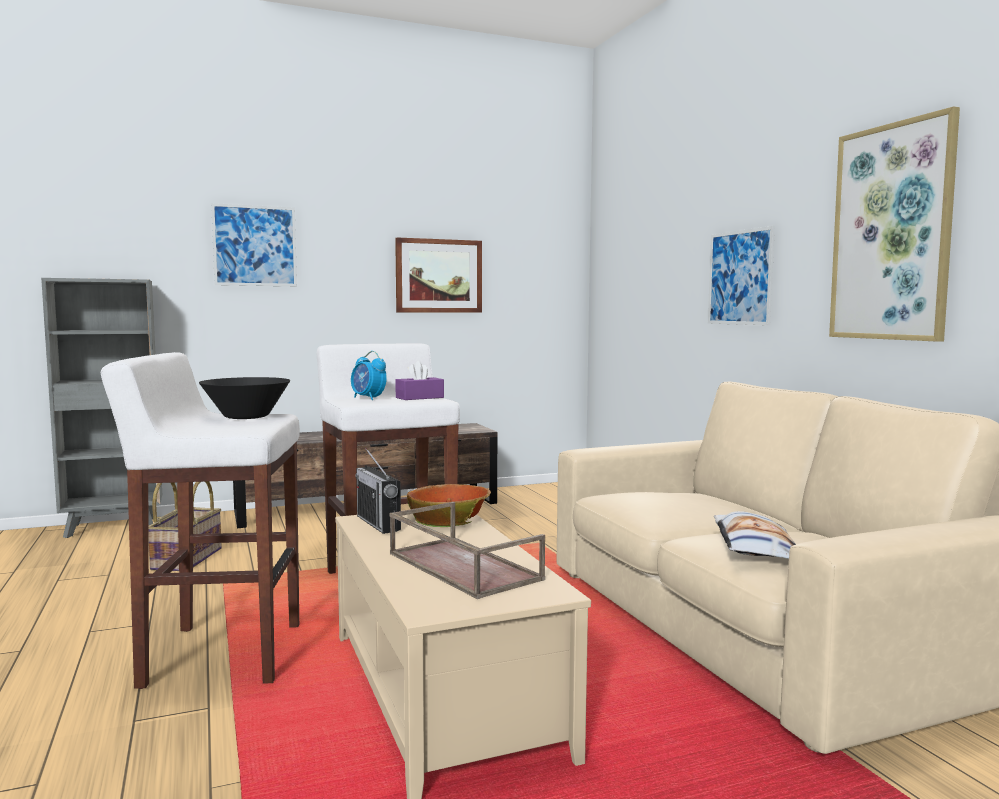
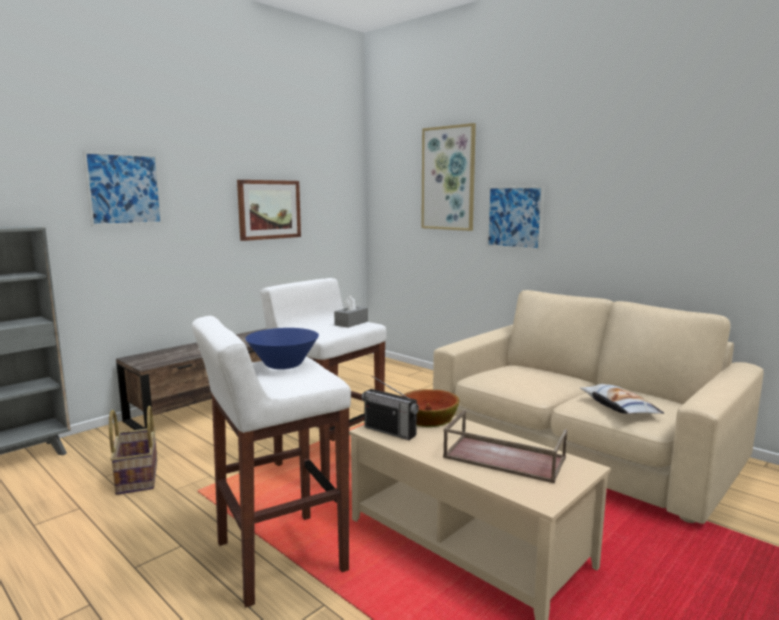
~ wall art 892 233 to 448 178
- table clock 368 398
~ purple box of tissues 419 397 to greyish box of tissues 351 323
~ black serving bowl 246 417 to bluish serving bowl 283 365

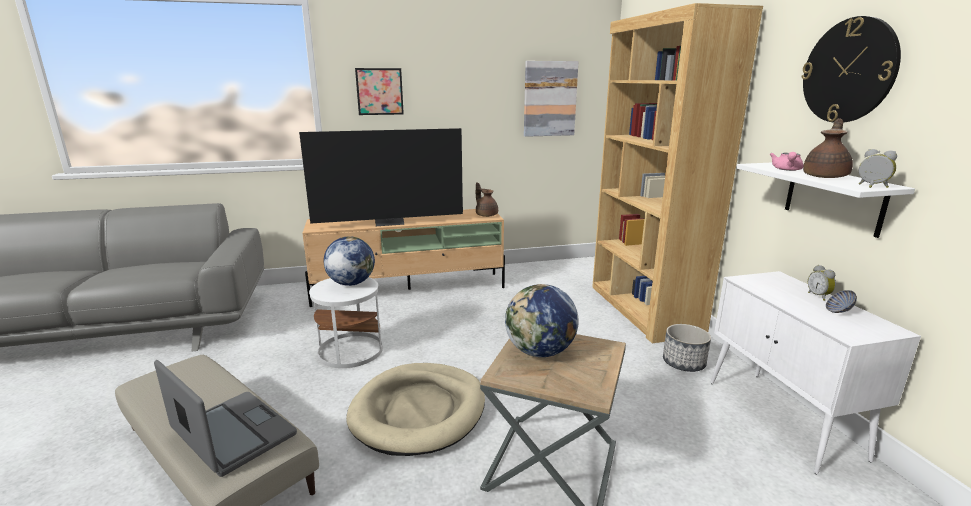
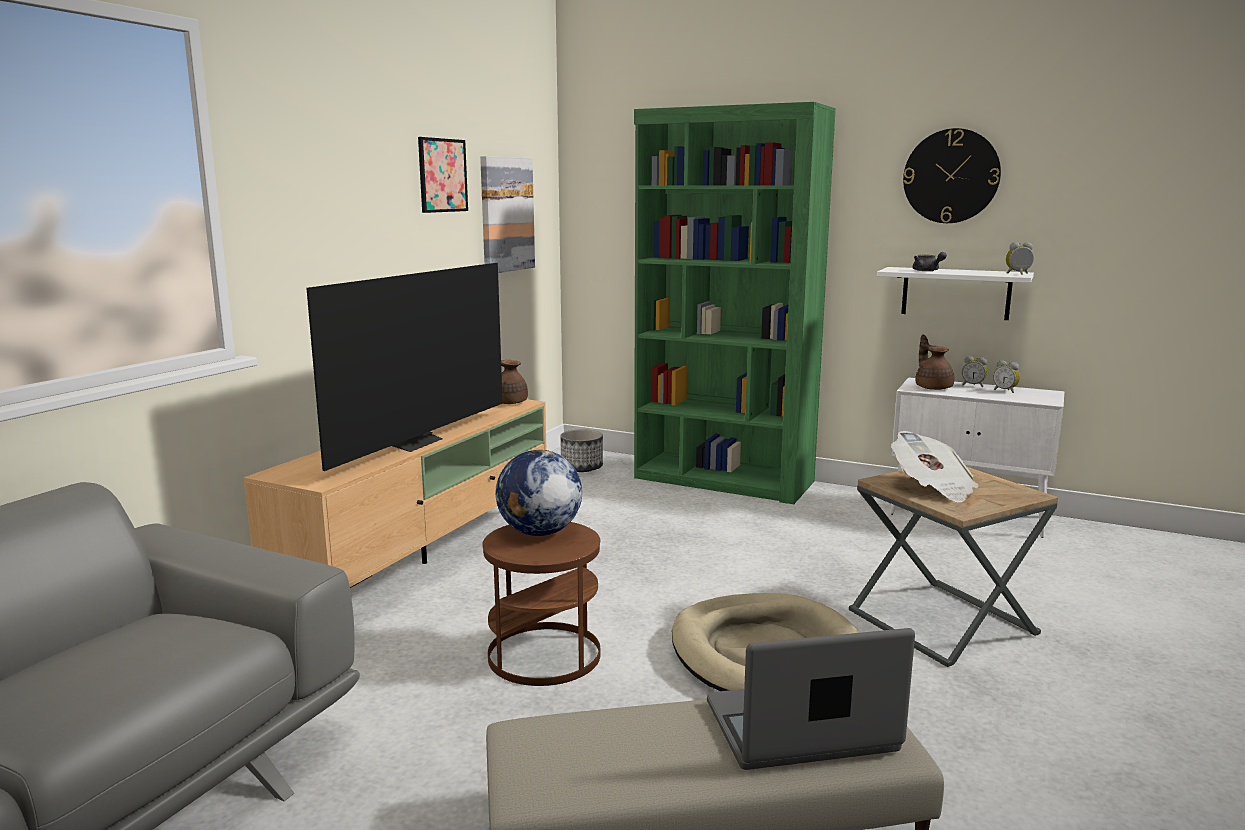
~ brownish bookcase 643 309 to green bookcase 723 480
~ wall art 379 91 to 442 175
~ brownish tea pot 826 176 to 933 387
~ pinkish tea pot 786 170 to greyish tea pot 927 271
~ white-coloured side table 351 351 to brownish side table 545 655
~ desk globe 540 352 to daily paper 933 488
~ serving bowl 838 311 to table clock 1005 391
~ planter 683 363 to 581 468

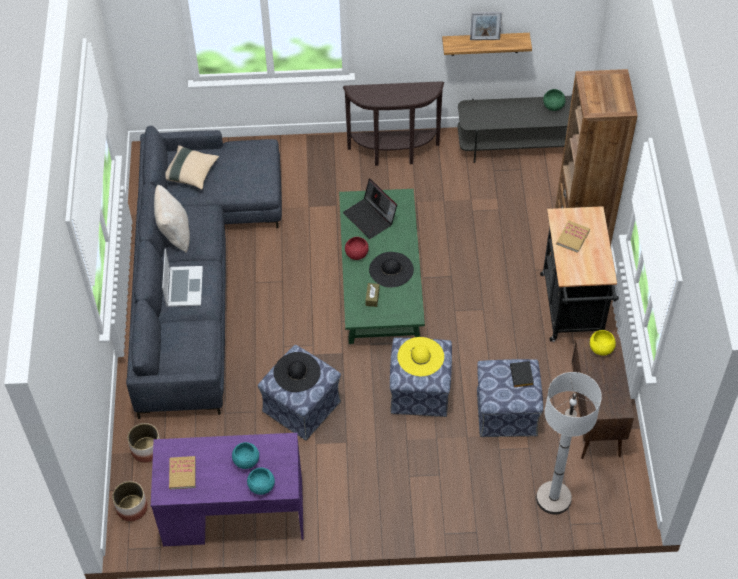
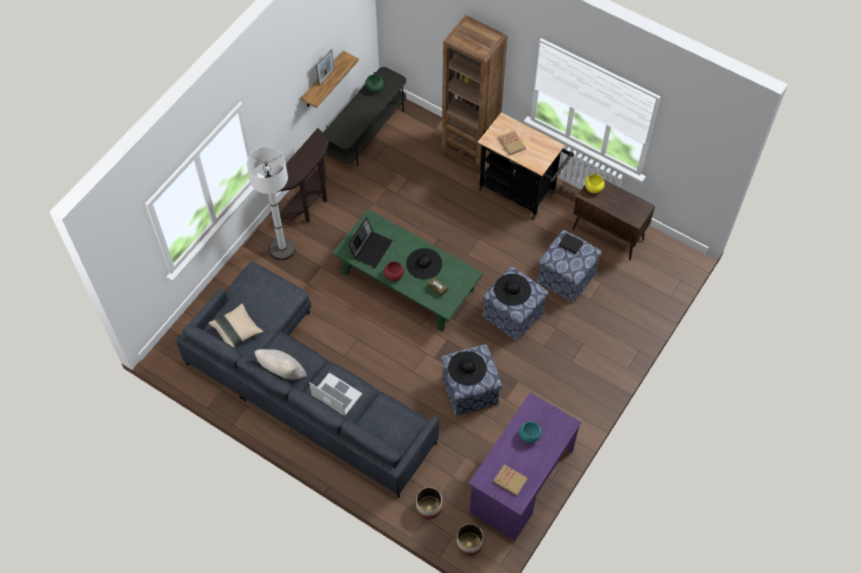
~ laptop 370 218 = 371 248 60 degrees counterclockwise
~ yellow wearable hat 420 356 to black wearable hat 512 289
~ white-coloured floor lamp 553 498 to 282 249
- blue-green serving bowl 261 486

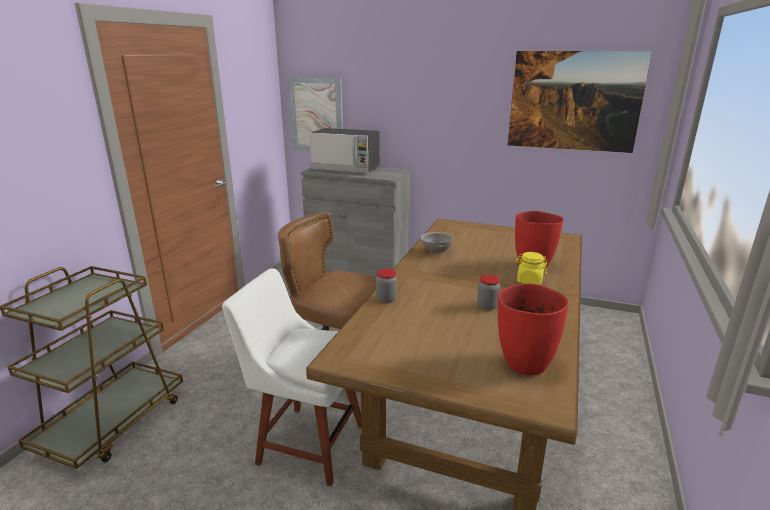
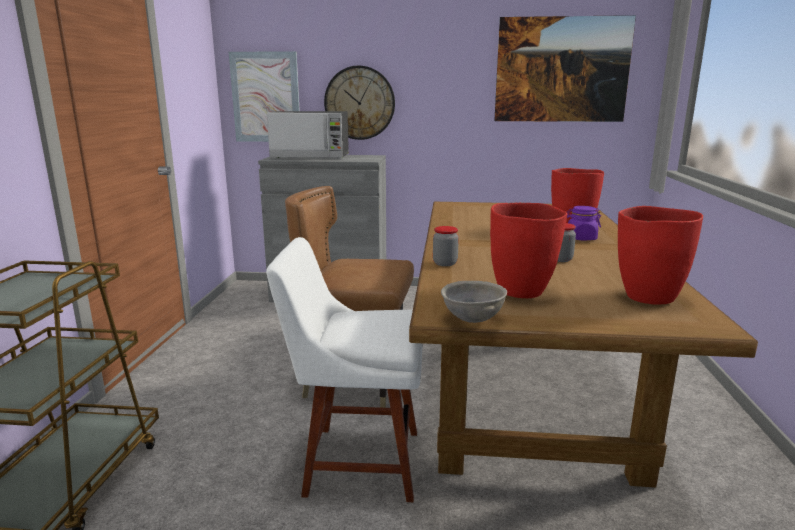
~ greyish serving bowl 436 252 to 472 320
~ yellow jar 529 281 to purple jar 581 238
+ clock on the wall 359 103
+ reddish vase 522 291

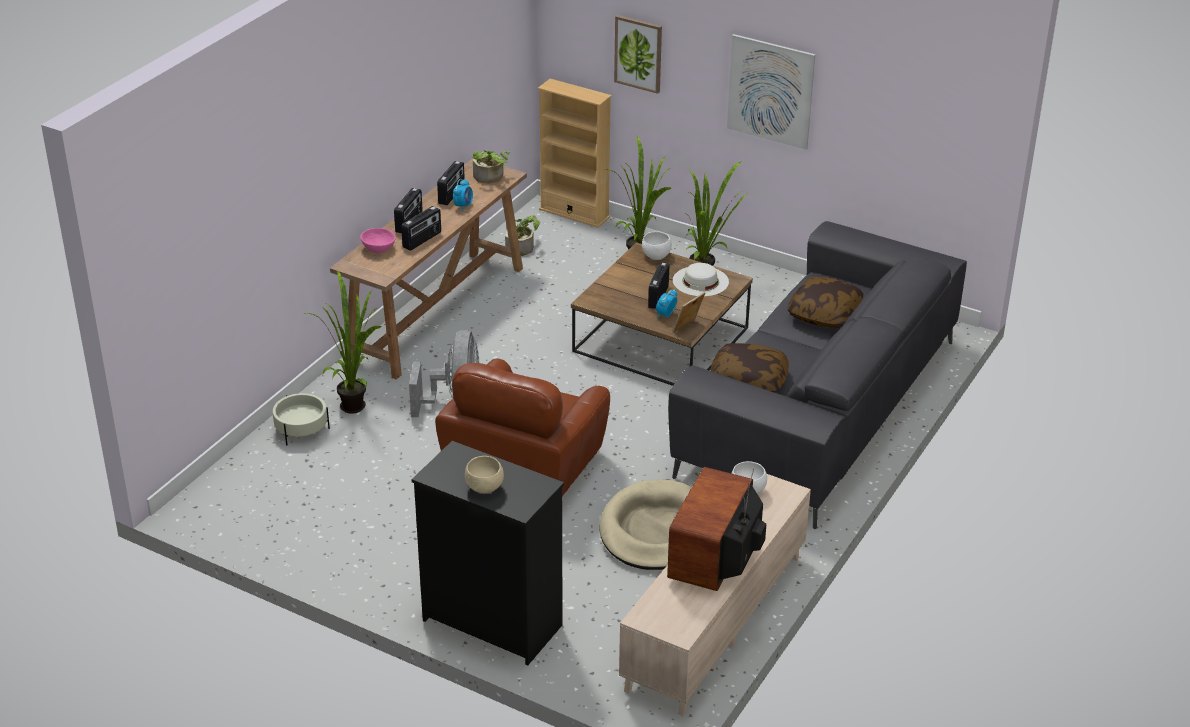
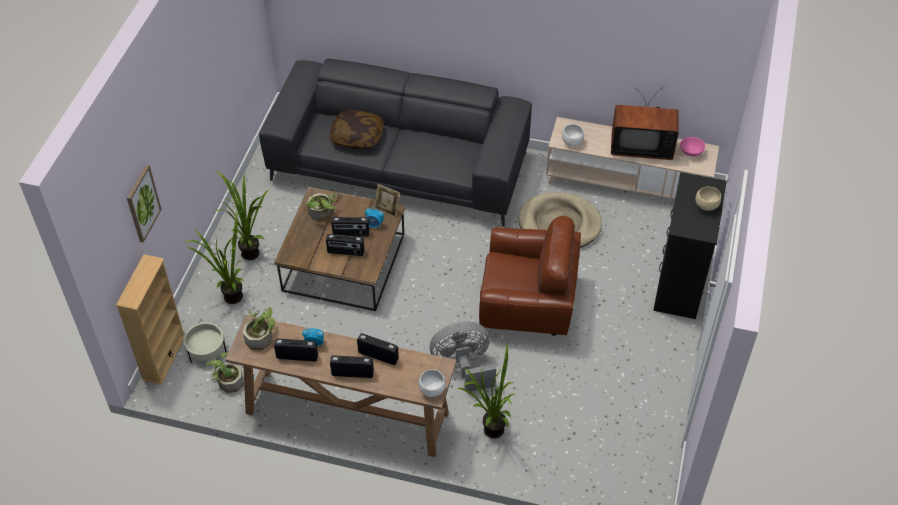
- wall art 770 91
~ pinkish serving bowl 378 249 to 691 152
~ white-coloured serving bowl 656 256 to 433 390
~ white-coloured wearable hat 700 281 to plant in a pot 322 214
- cushion 748 381
~ beige planter 301 430 to 206 349
+ radio 345 252

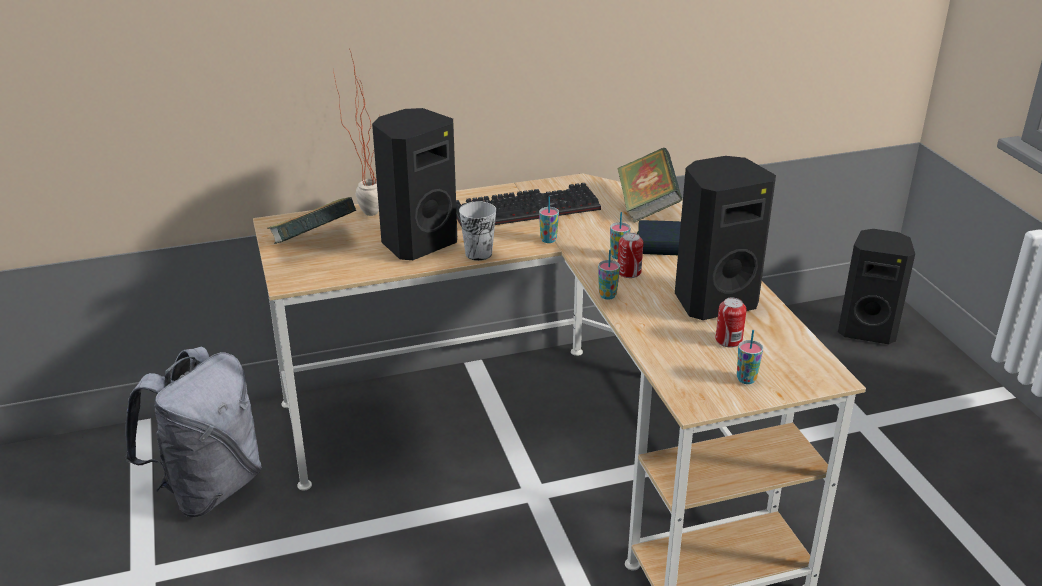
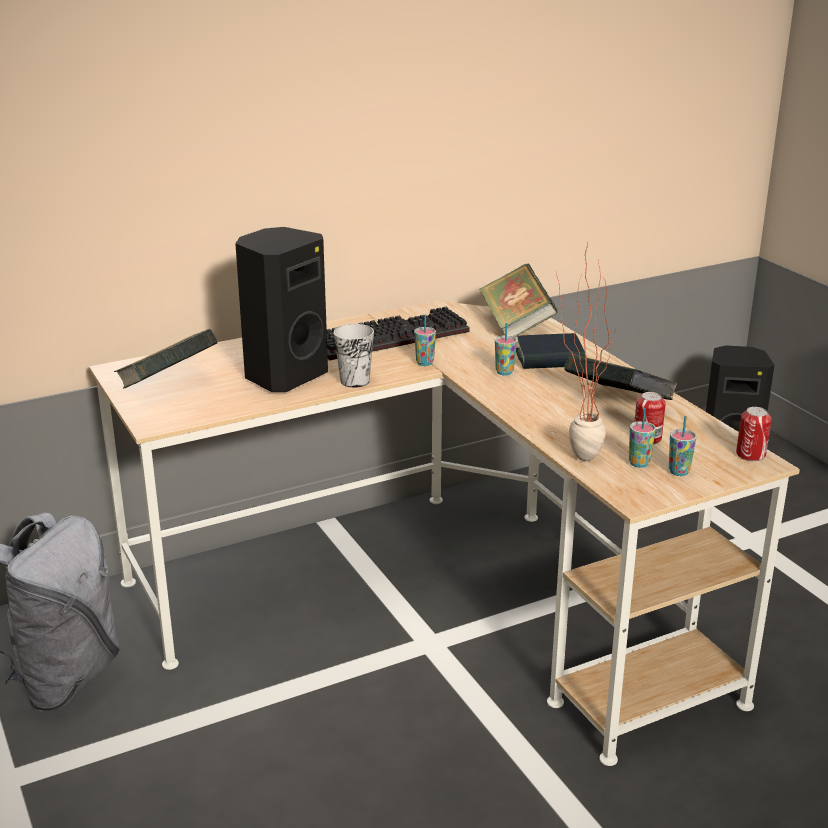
~ plant in a pot 366 210 to 575 453
~ black speaker 713 301 to volume 617 405
~ can 629 272 to 750 454
~ small cup 607 295 to 639 463

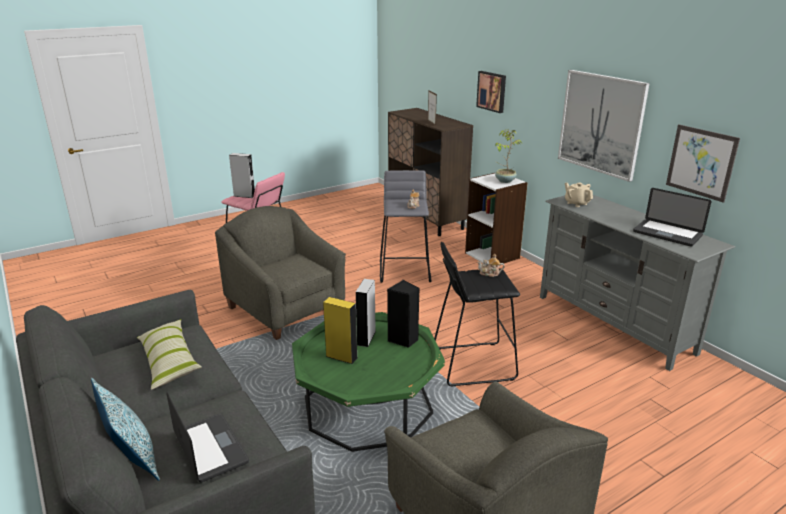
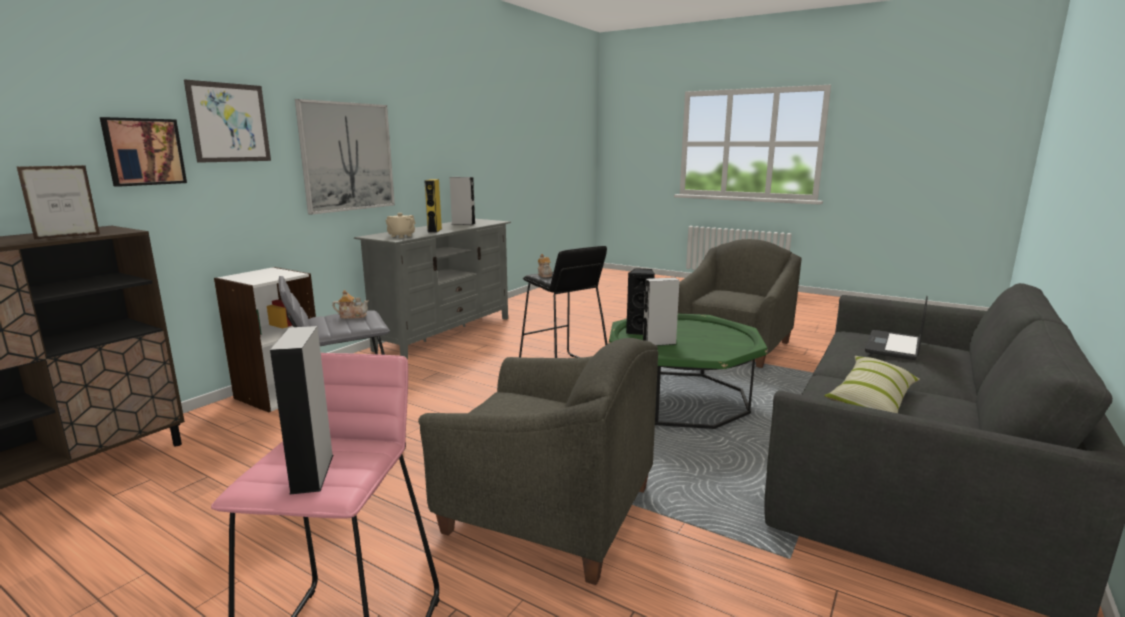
~ wall art 701 162 to 229 122
- plant in a pot 504 181
~ laptop 667 234 to greyish speaker 463 224
~ greyish easy chair 286 310 = 547 512 90 degrees counterclockwise
~ yellow speaker 341 357 to 434 230
- cushion 133 459

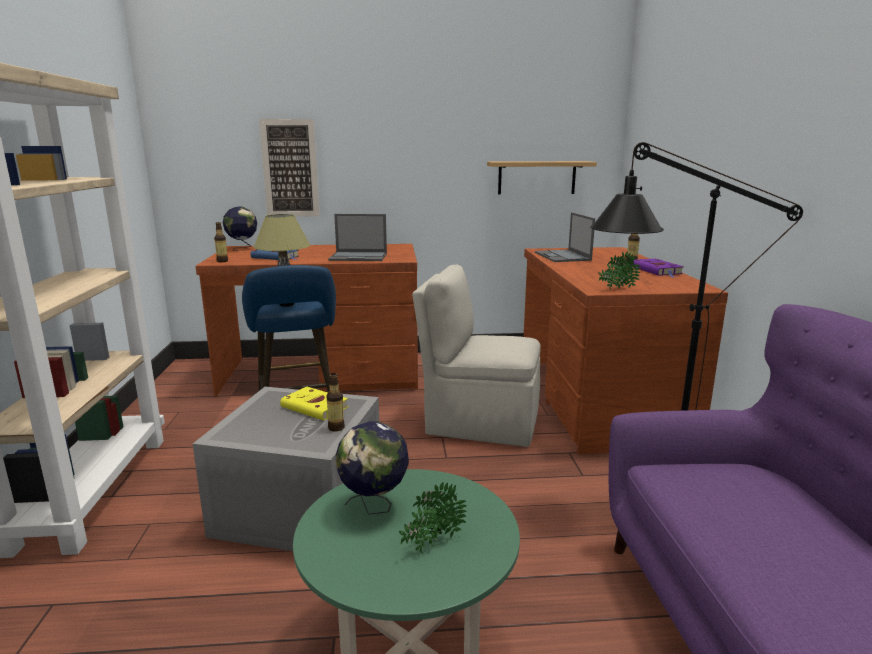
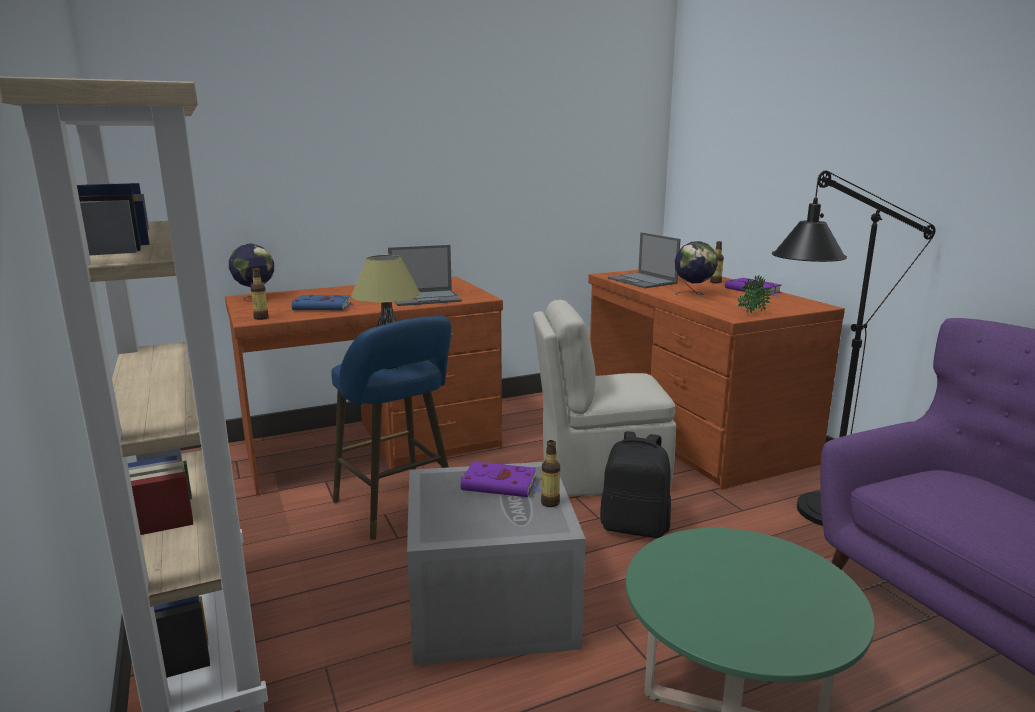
- wall art 290 168
- shelf 536 177
~ yellow volume 316 408 to purple volume 501 484
~ desk globe 374 507 to 693 294
- plant in a pot 431 544
+ black backpack 635 527

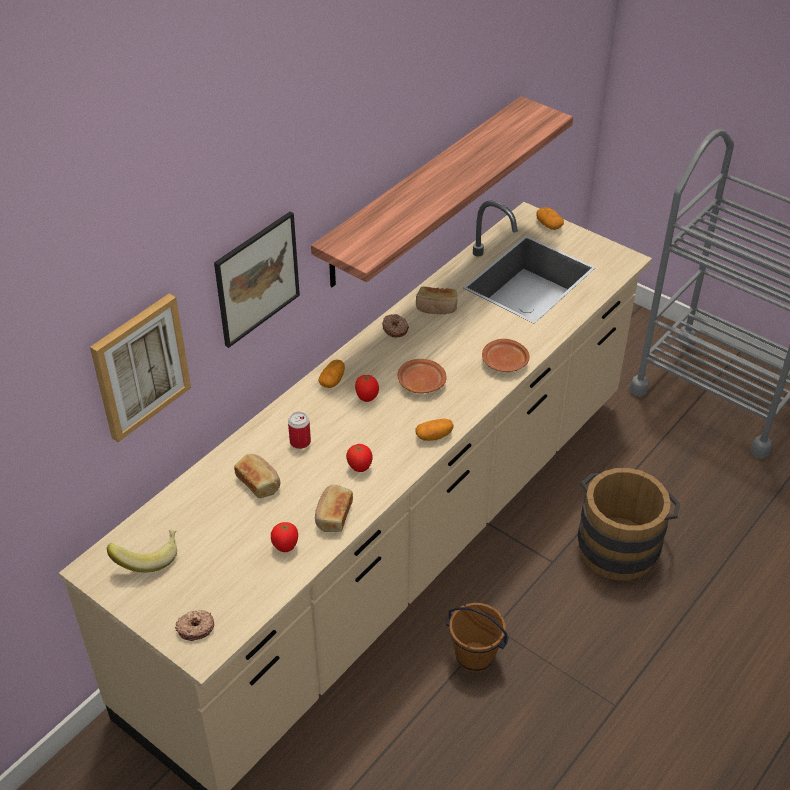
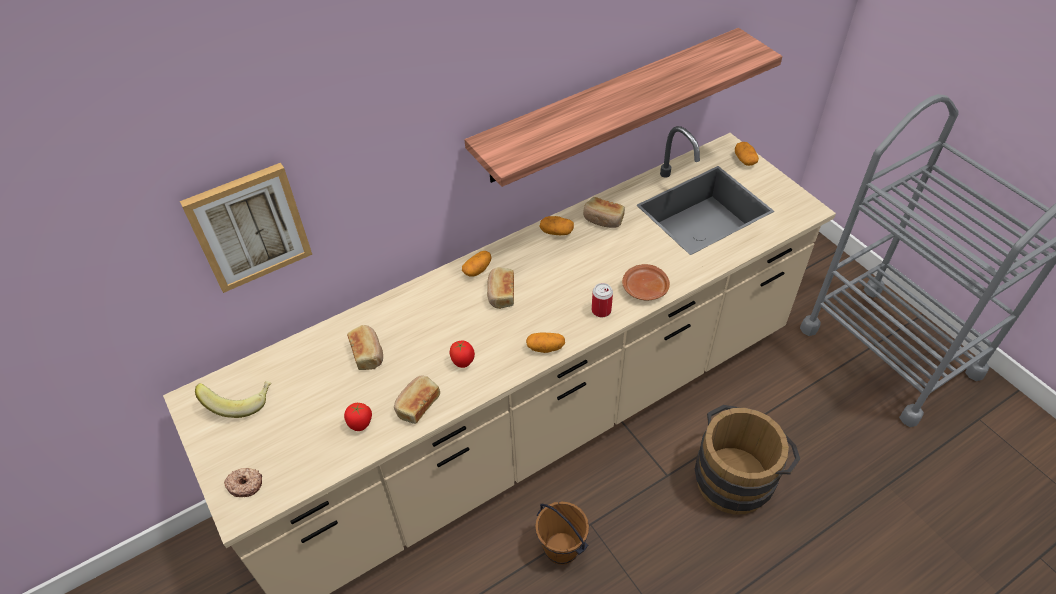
- wall art 257 278
~ doughnut 395 329 to potato 556 232
- brownish plate 421 382
~ fresh tomato 367 398 to baked bread 501 294
~ can 300 442 to 601 310

